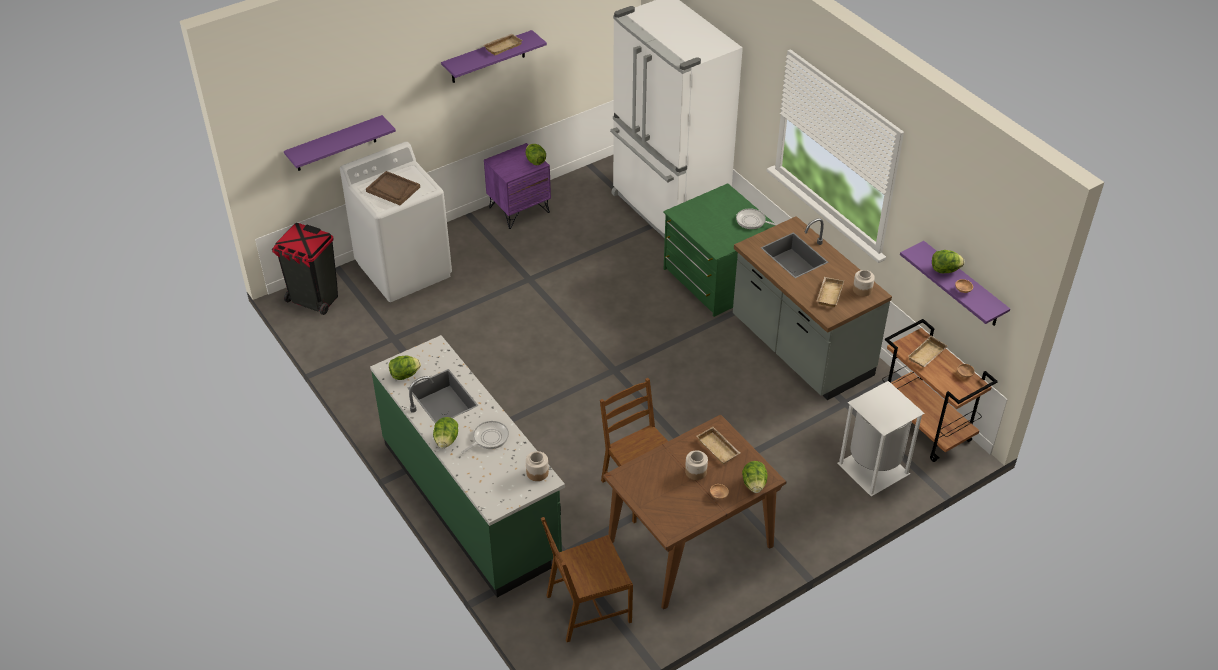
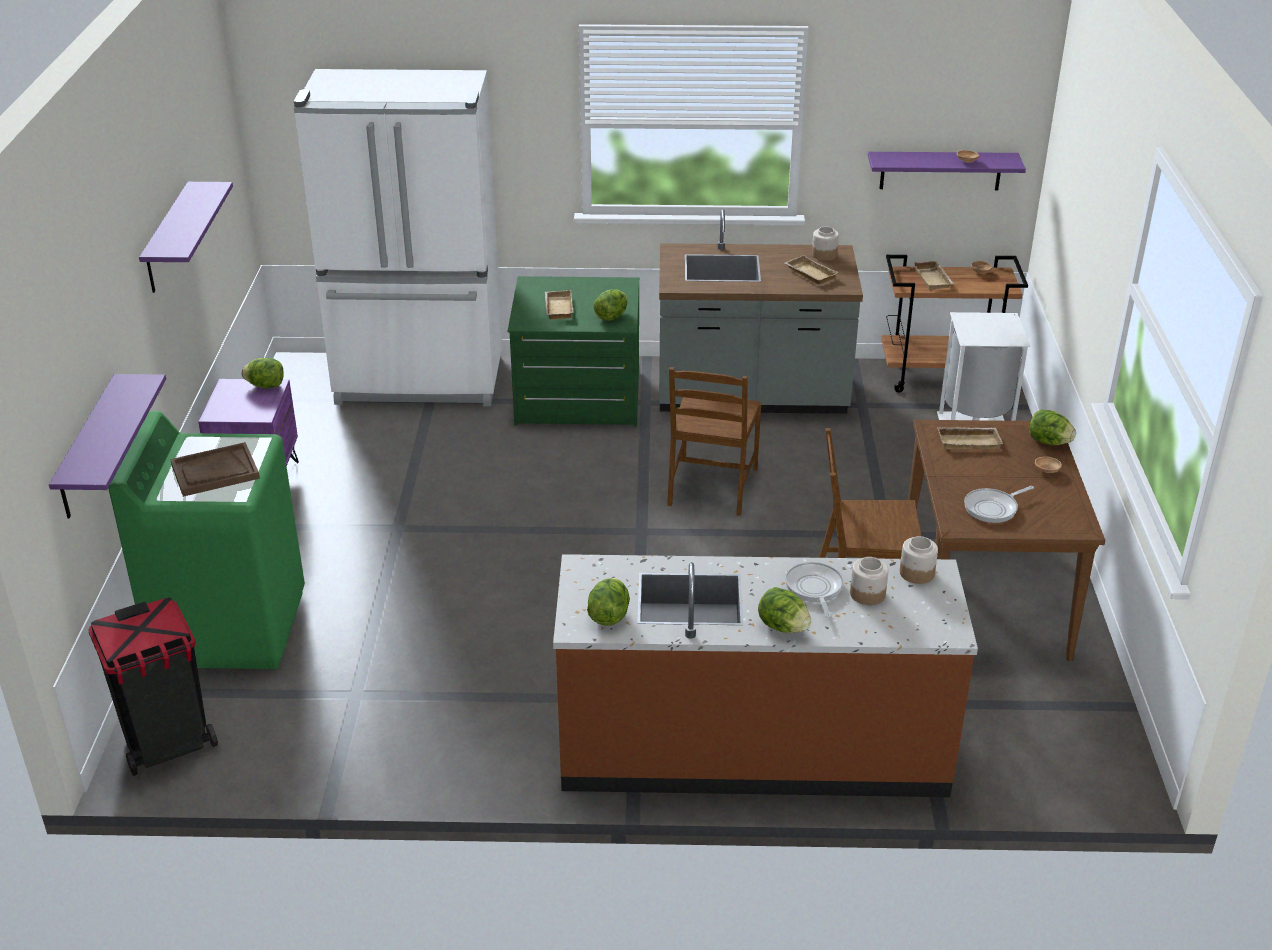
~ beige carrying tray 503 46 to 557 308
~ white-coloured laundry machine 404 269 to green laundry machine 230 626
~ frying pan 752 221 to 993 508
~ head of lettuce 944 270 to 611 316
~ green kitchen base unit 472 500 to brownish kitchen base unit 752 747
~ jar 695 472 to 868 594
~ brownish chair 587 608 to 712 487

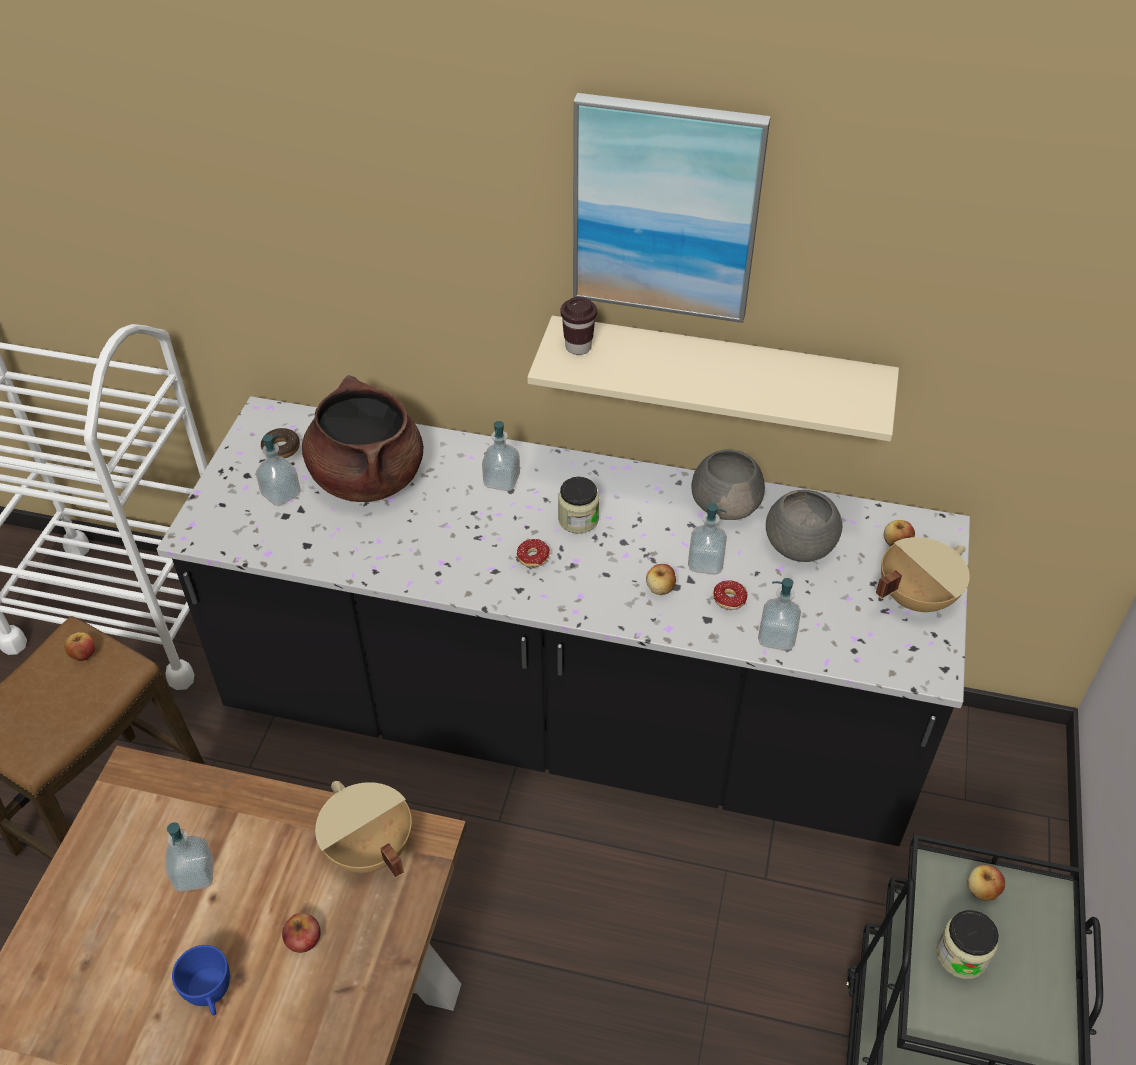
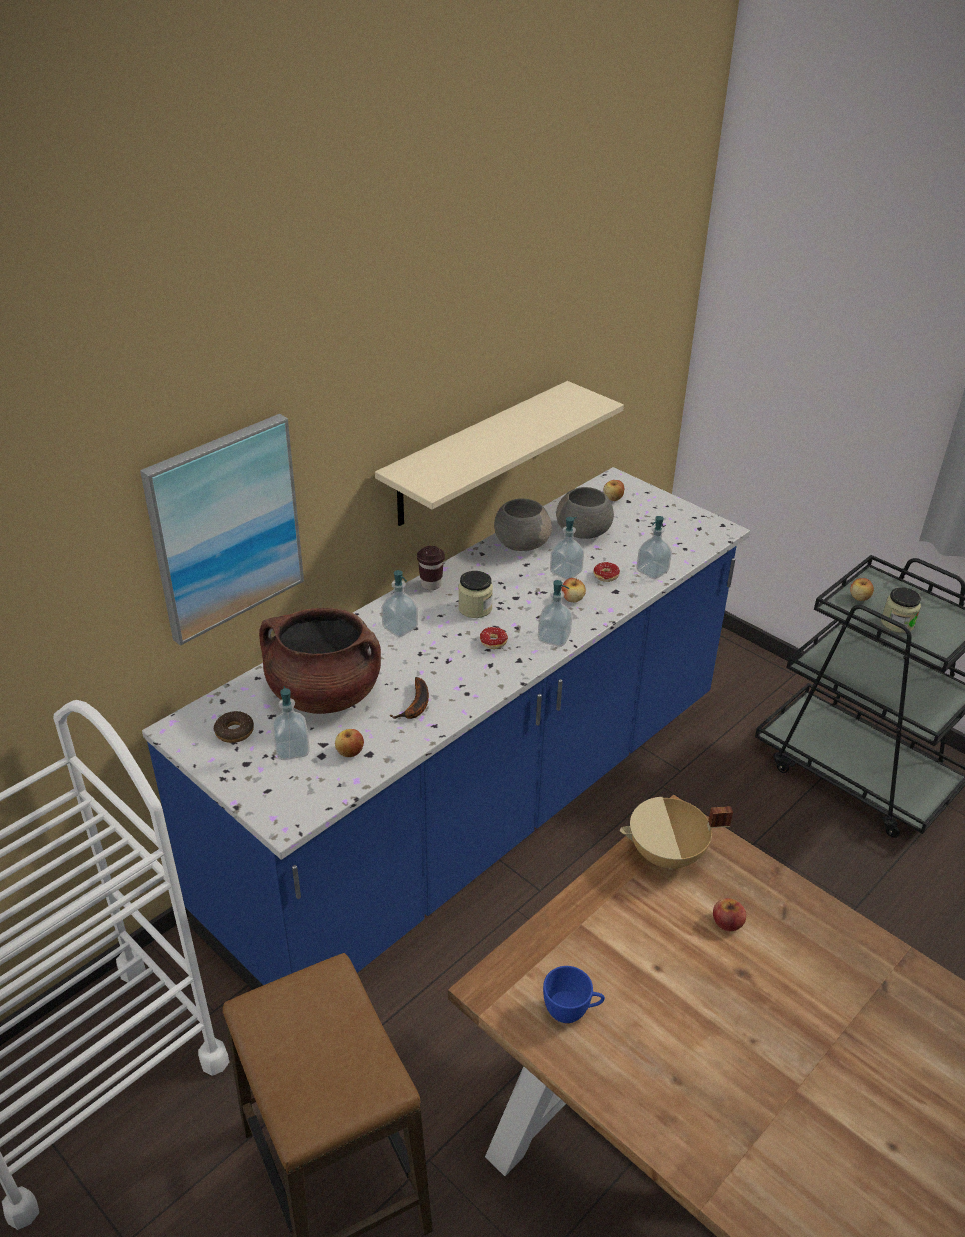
~ wall art 665 209 to 225 528
~ brownish small cup 578 347 to 431 585
~ black kitchen base unit 568 719 to bluish kitchen base unit 478 809
- beige cooking pot 914 596
~ apple fruit 83 654 to 350 752
~ liquid soap bottle 194 874 to 554 638
~ bluish small cup 211 995 to 571 1011
+ whole banana 416 706

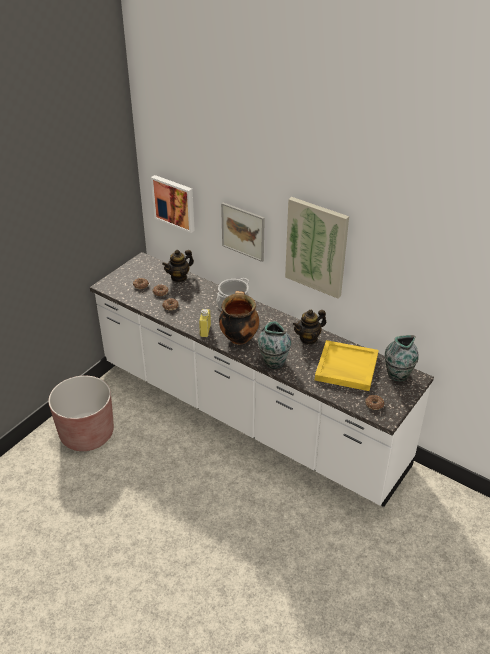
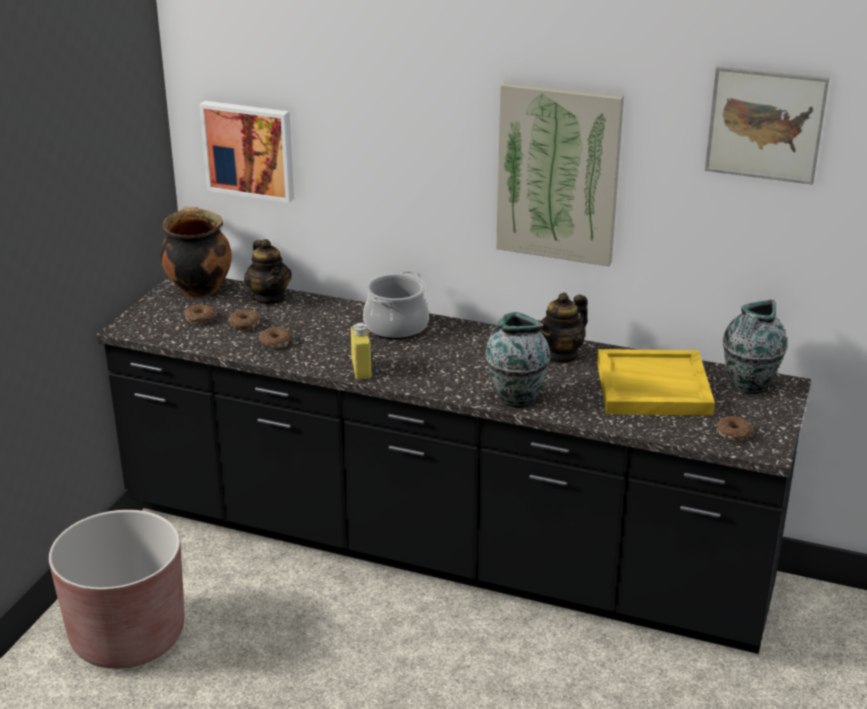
~ wall art 243 231 to 765 124
~ tea pot 179 277 = 269 298 60 degrees counterclockwise
~ white-coloured kitchen base unit 245 414 to black kitchen base unit 433 548
~ cooking pot 238 337 to 198 289

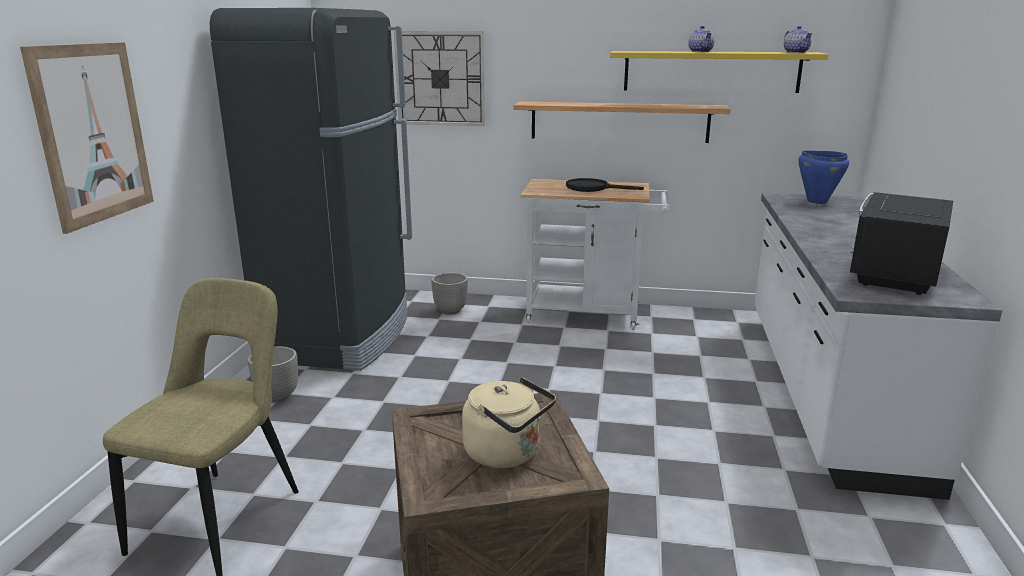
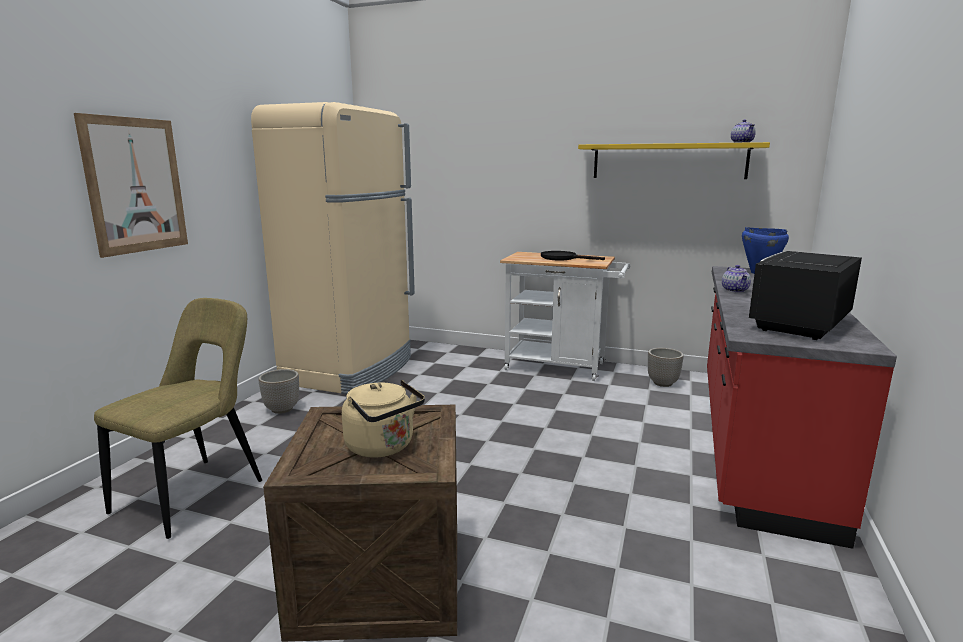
~ black fridge 340 336 to beige fridge 351 370
~ tea pot 701 51 to 735 290
- clock on the wall 440 79
- shelf 619 122
~ white-coloured kitchen base unit 825 389 to reddish kitchen base unit 755 440
~ planter 450 311 to 662 383

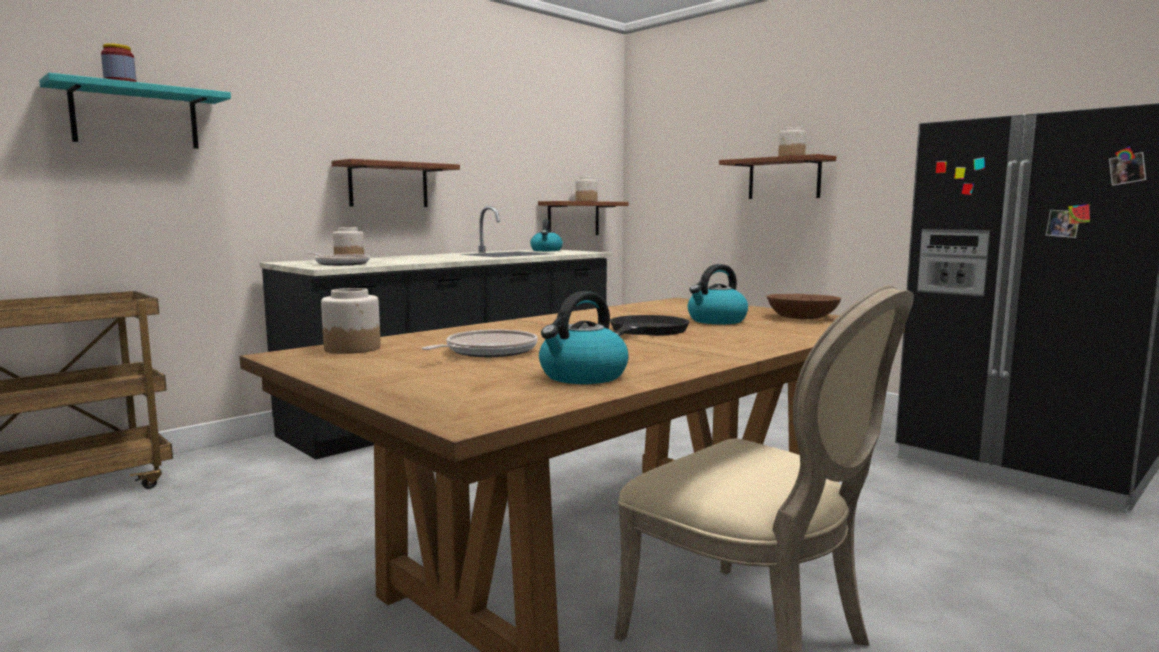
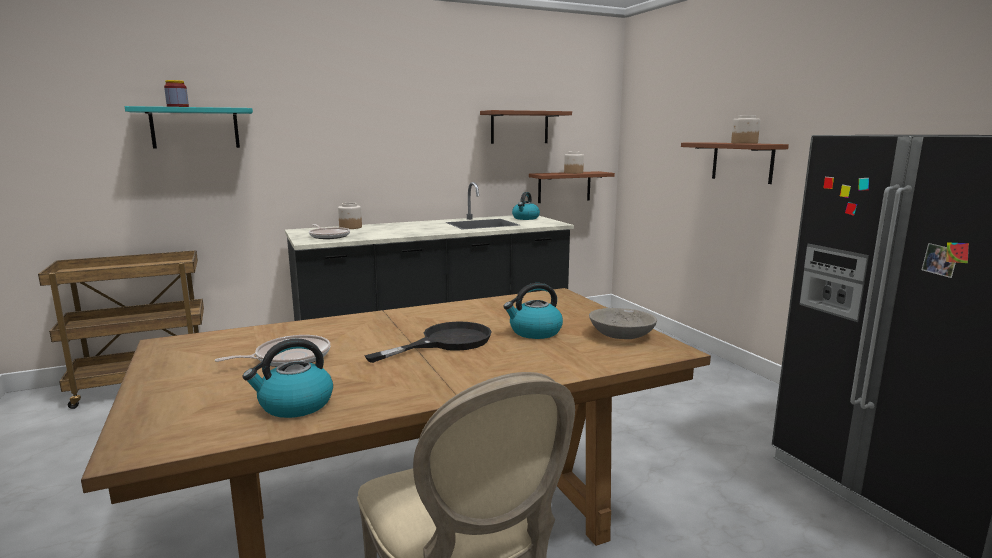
~ brownish shelf 388 185 to 519 127
- jar 353 348
~ brownish serving bowl 802 317 to greyish serving bowl 621 335

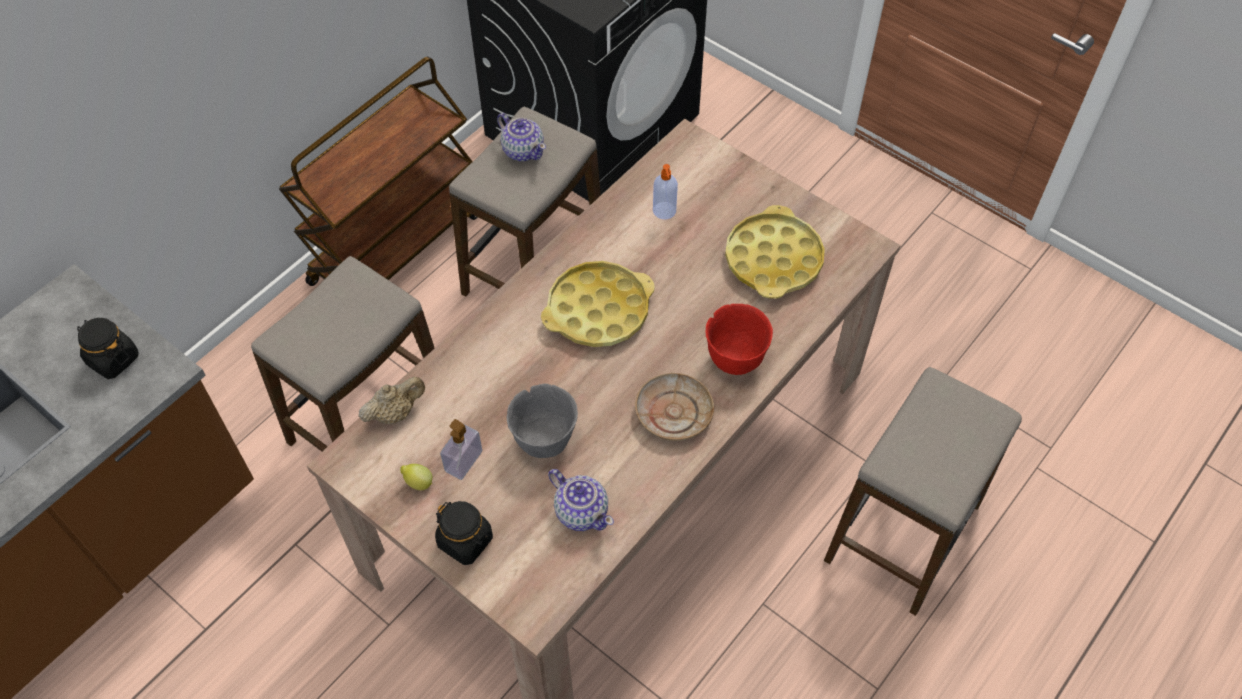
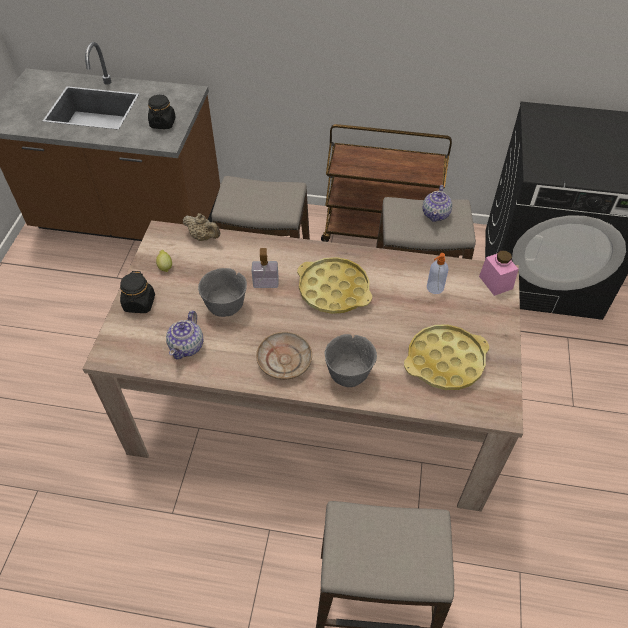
~ reddish serving bowl 734 357 to greyish serving bowl 349 374
~ liquid soap bottle 463 461 to 266 283
+ pinkish jar 495 282

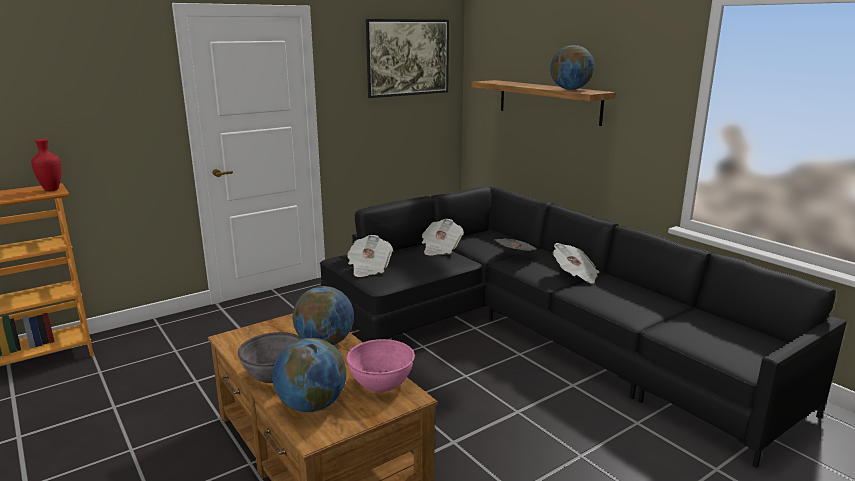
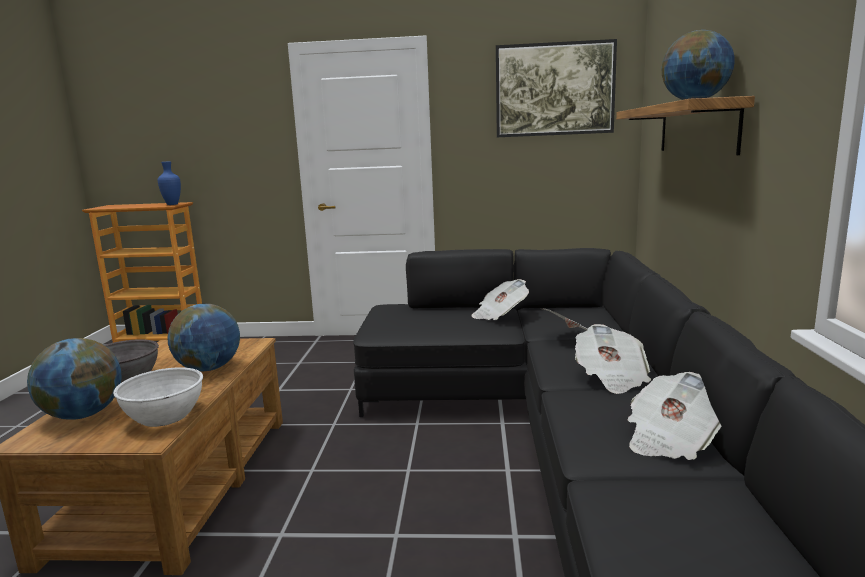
~ reddish vase 51 190 to bluish vase 172 204
~ daily paper 369 268 to 671 439
~ pinkish serving bowl 381 382 to white-coloured serving bowl 165 417

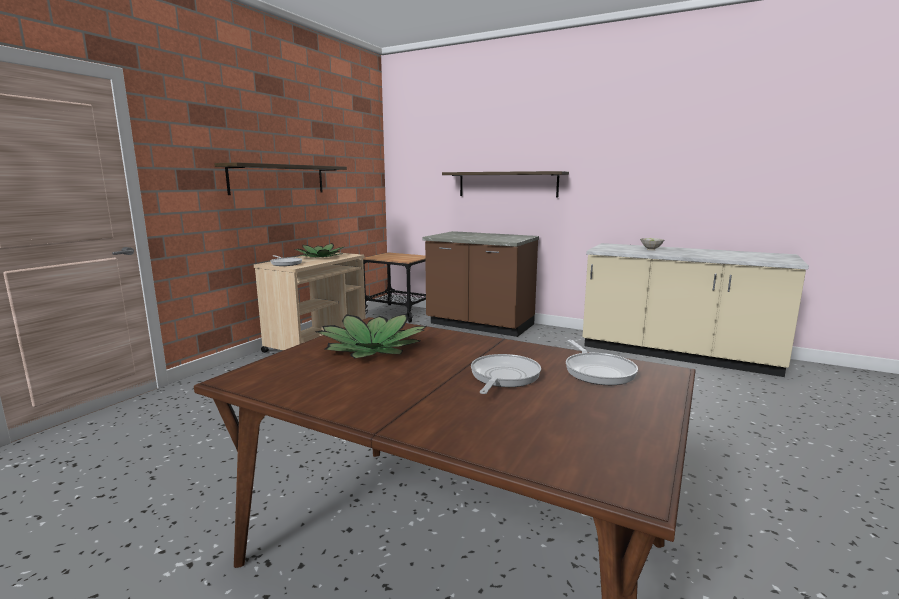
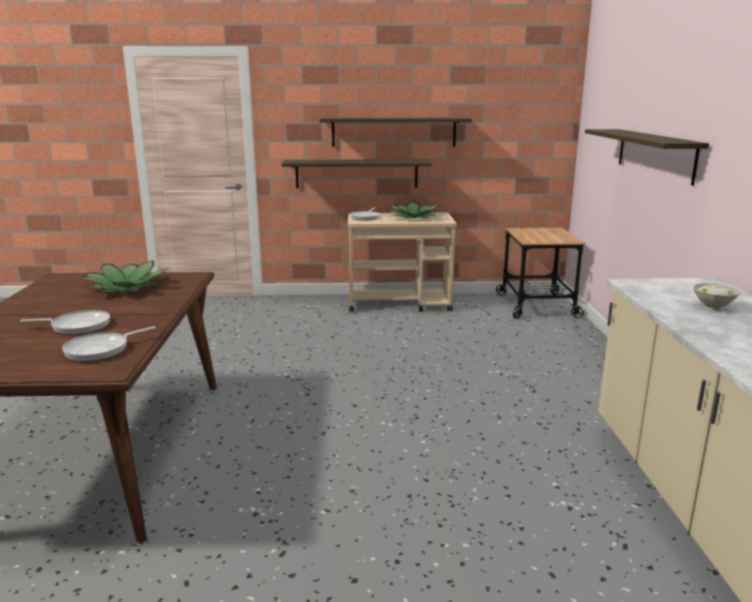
- brownish kitchen base unit 479 325
+ shelf 356 173

